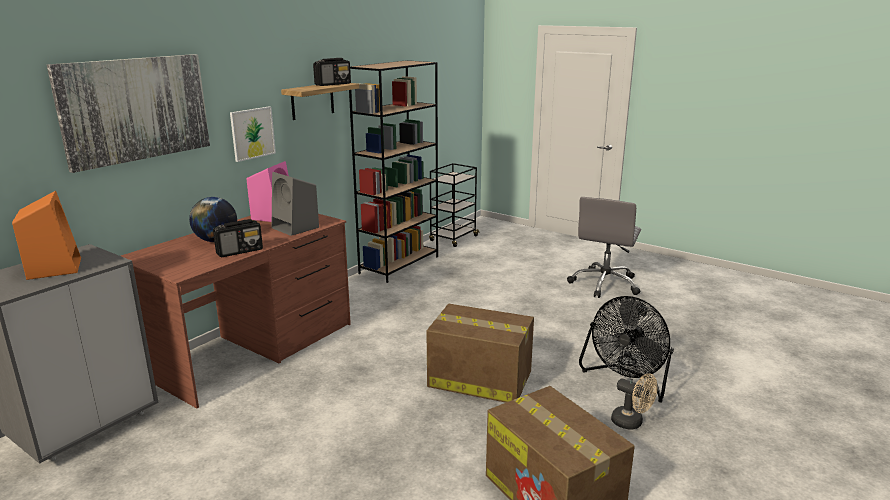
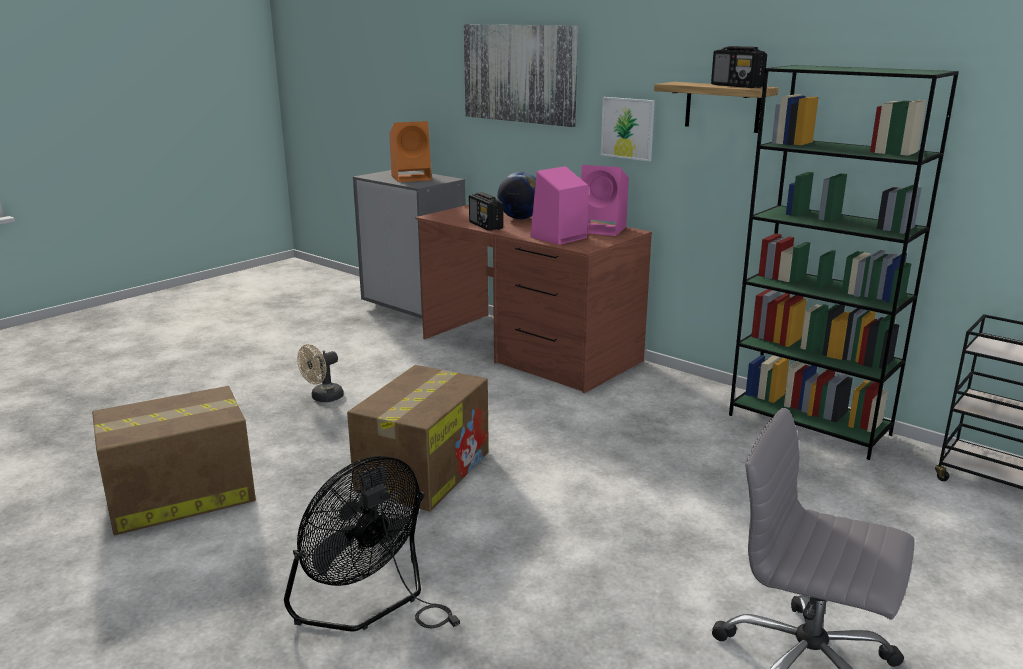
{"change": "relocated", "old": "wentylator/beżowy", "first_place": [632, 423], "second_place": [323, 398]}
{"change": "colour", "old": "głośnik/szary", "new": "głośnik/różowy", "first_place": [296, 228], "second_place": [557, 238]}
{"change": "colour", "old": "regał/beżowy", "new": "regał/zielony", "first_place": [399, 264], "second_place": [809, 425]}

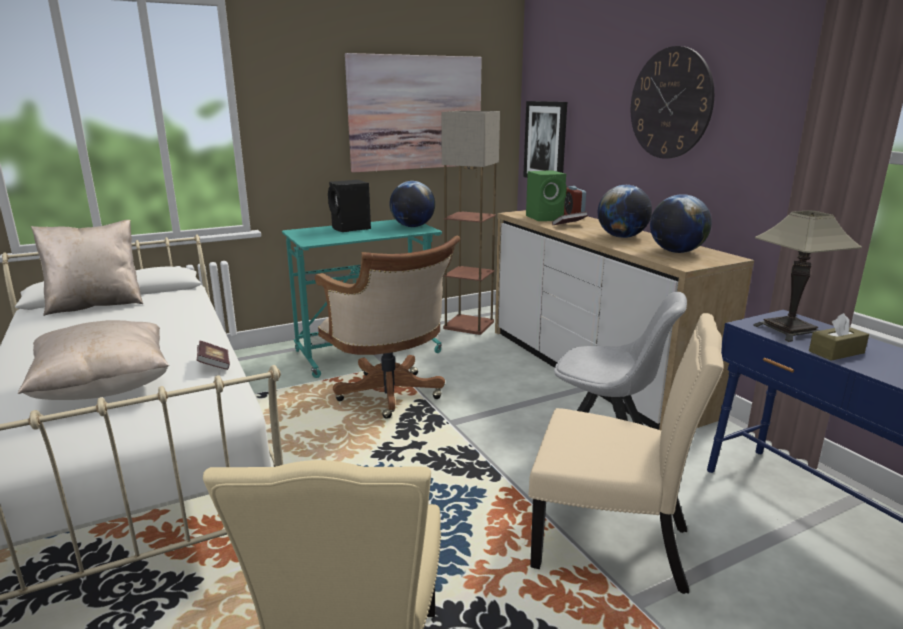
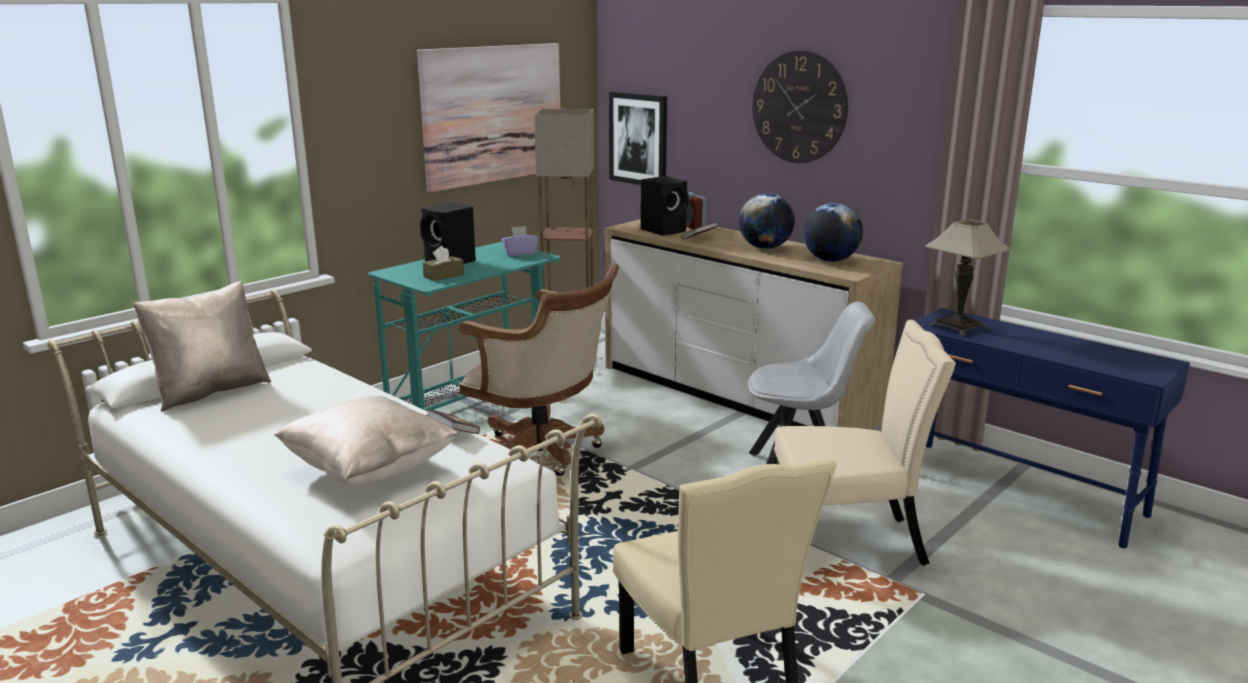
{"change": "relocated", "old": "pudełko chusteczek/brązowy", "first_place": [836, 352], "second_place": [444, 276]}
{"change": "exchanged", "old": "globus", "new": "pudełko chusteczek/fioletowy", "first_place": [412, 226], "second_place": [520, 253]}
{"change": "colour", "old": "głośnik/zielony", "new": "głośnik/czarny", "first_place": [545, 218], "second_place": [665, 230]}

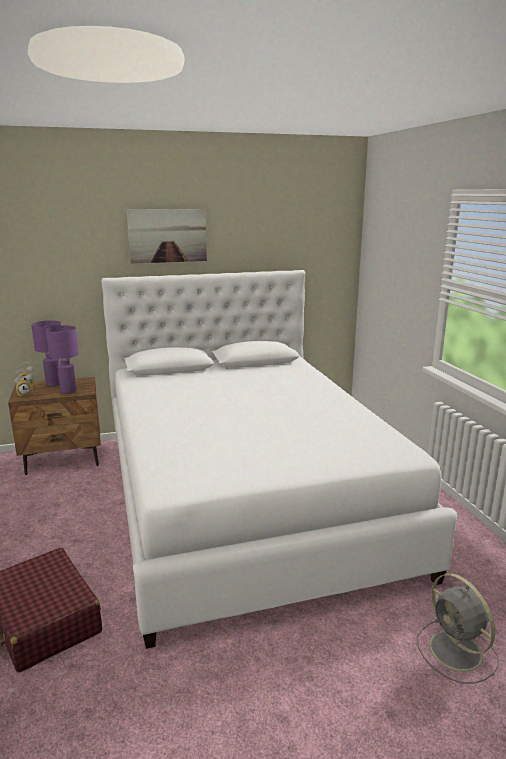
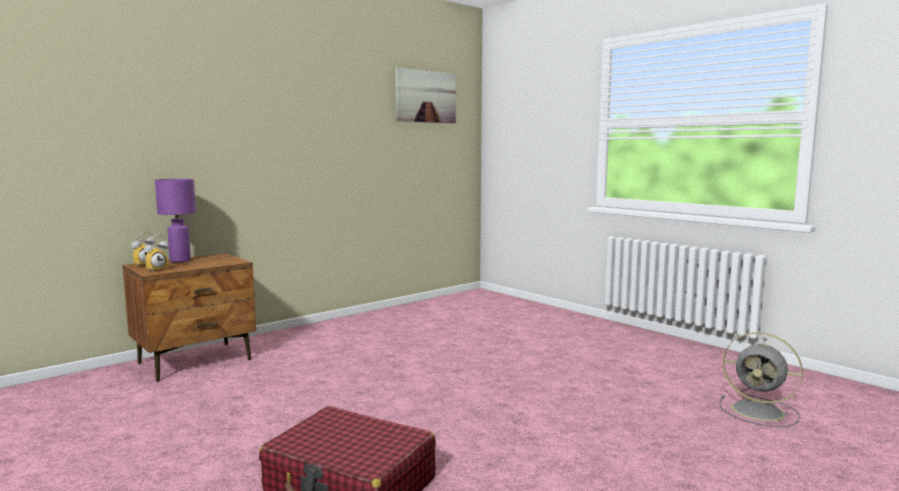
{"change": "missing", "old": "lampa stołowa/fioletowy", "first_place": [68, 391]}
{"change": "missing", "old": "łóżko/biały", "first_place": [245, 497]}
{"change": "relocated", "old": "obraz", "first_place": [167, 235], "second_place": [426, 96]}

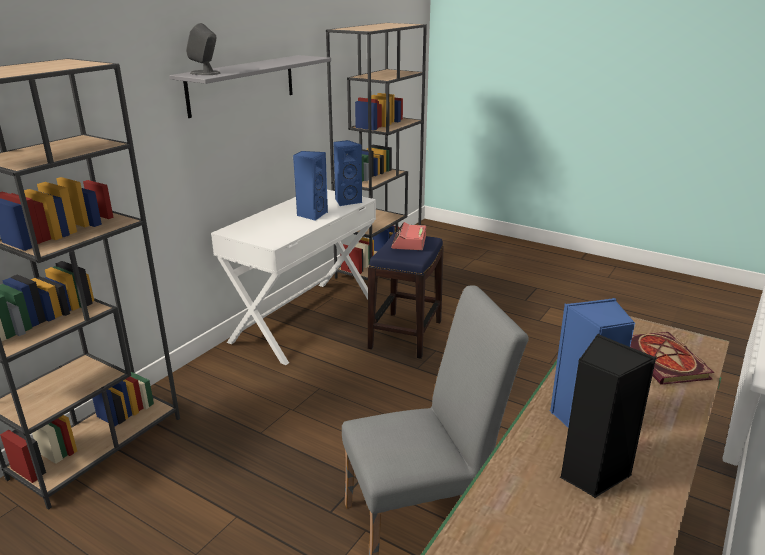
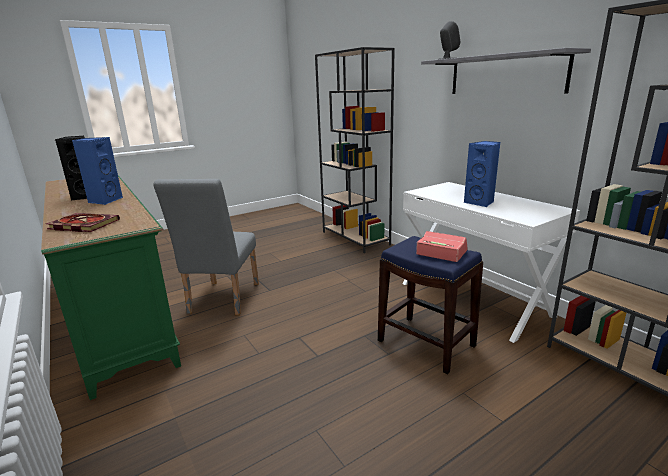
{"change": "missing", "old": "głośnik/niebieski", "first_place": [347, 201]}

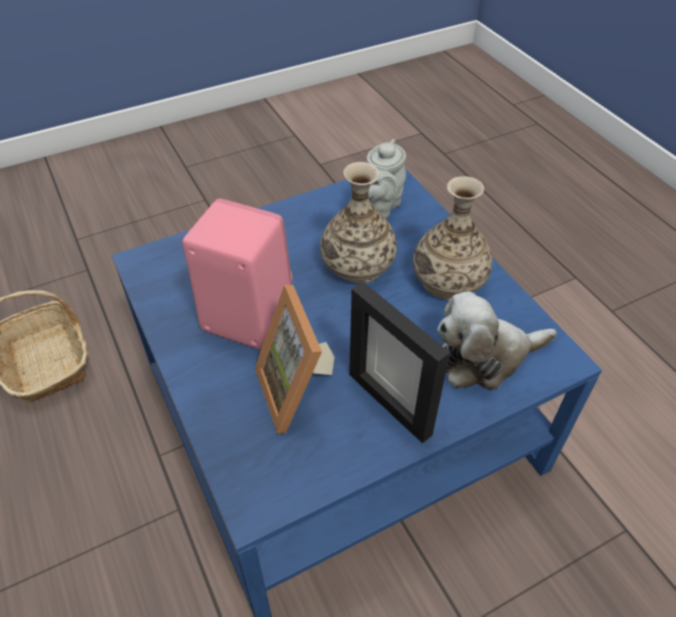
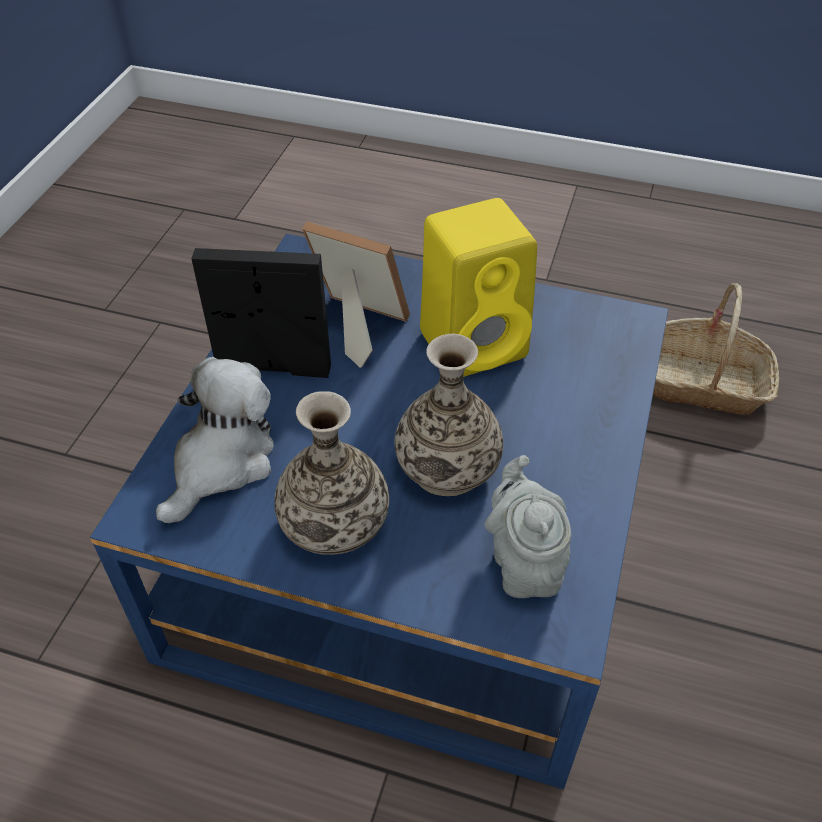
{"change": "colour", "old": "głośnik/różowy", "new": "głośnik/żółty", "first_place": [244, 317], "second_place": [476, 343]}

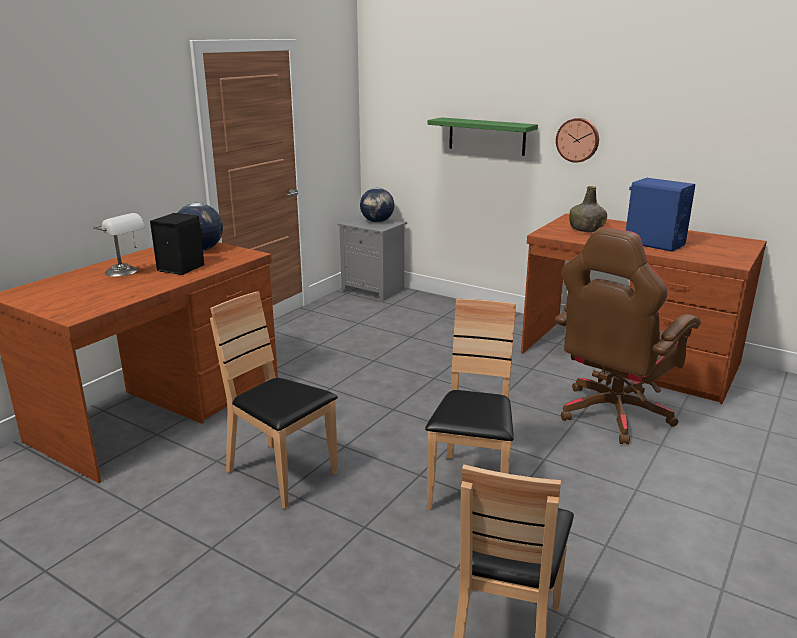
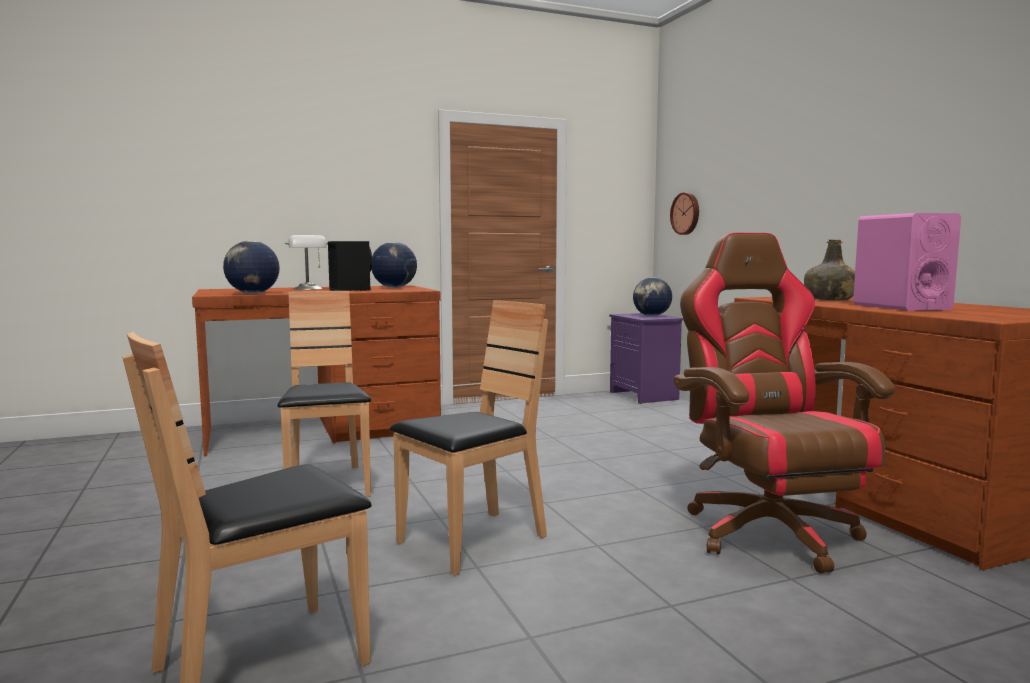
{"change": "missing", "old": "półka/zielony", "first_place": [486, 136]}
{"change": "appeared", "new": "globus", "second_place": [252, 293]}
{"change": "relocated", "old": "zegar ścienny", "first_place": [578, 140], "second_place": [686, 213]}
{"change": "colour", "old": "szafka nocna/szary", "new": "szafka nocna/fioletowy", "first_place": [374, 290], "second_place": [645, 396]}
{"change": "colour", "old": "głośnik/niebieski", "new": "głośnik/różowy", "first_place": [654, 243], "second_place": [900, 307]}
{"change": "spun", "old": "krzesło biurowe/brązowy", "first_place": [614, 413], "second_place": [771, 534], "degrees": 90}

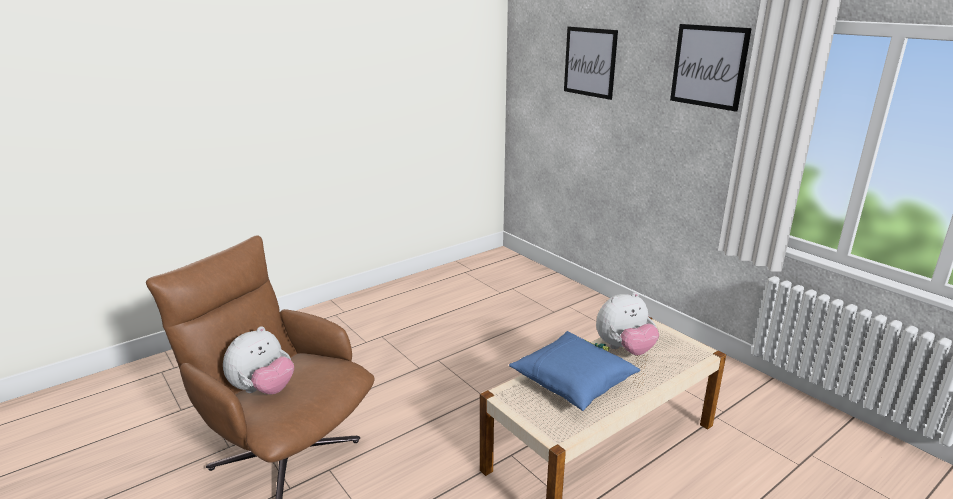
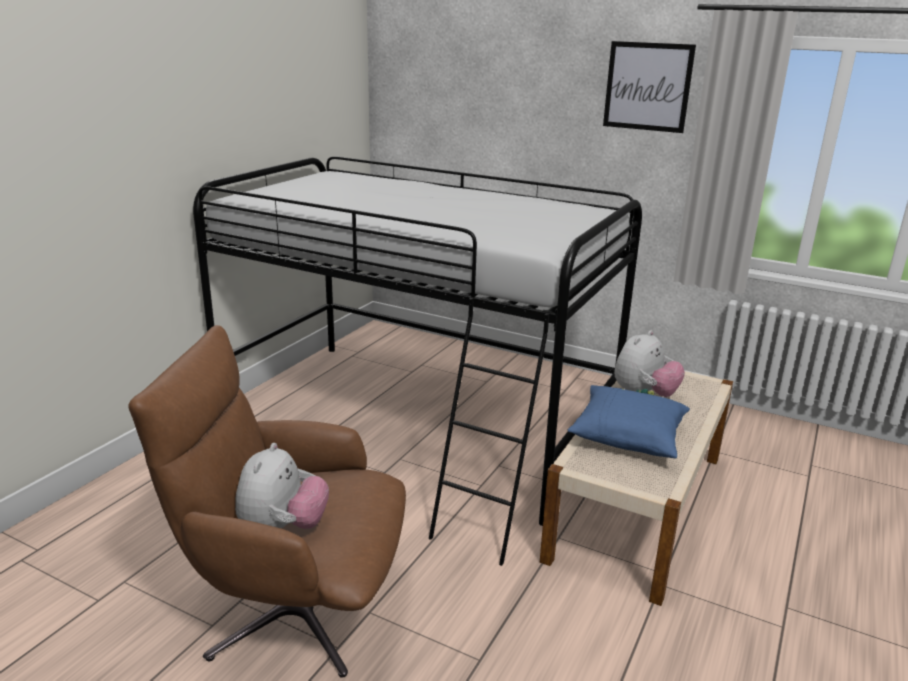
{"change": "missing", "old": "obraz", "first_place": [590, 62]}
{"change": "appeared", "new": "łóżko/czarny", "second_place": [418, 423]}

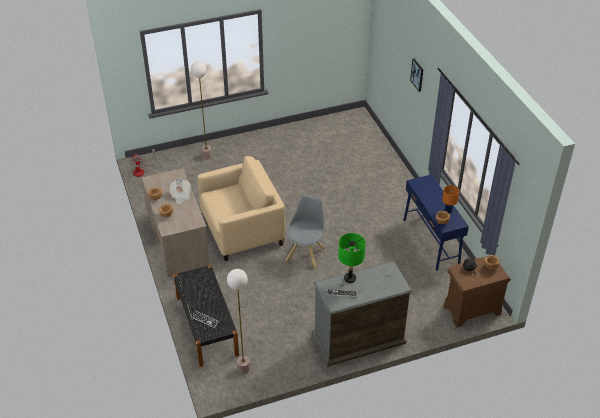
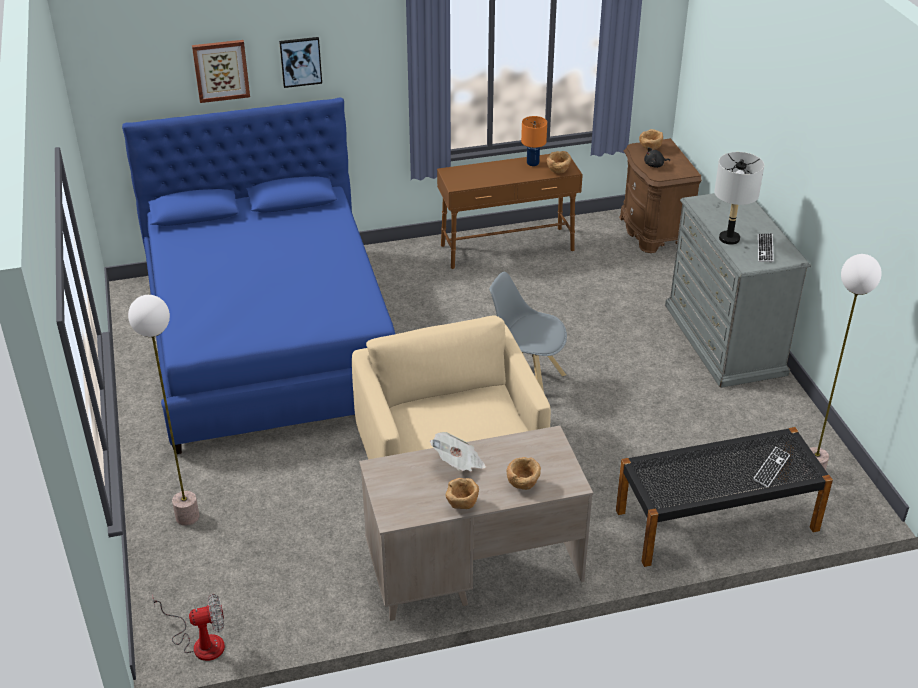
{"change": "appeared", "new": "łóżko/niebieski", "second_place": [271, 341]}
{"change": "appeared", "new": "obraz", "second_place": [221, 70]}
{"change": "colour", "old": "lampa stołowa/zielony", "new": "lampa stołowa/szary", "first_place": [350, 278], "second_place": [729, 239]}
{"change": "colour", "old": "stolik konsolowy/niebieski", "new": "stolik konsolowy/brązowy", "first_place": [430, 241], "second_place": [507, 249]}

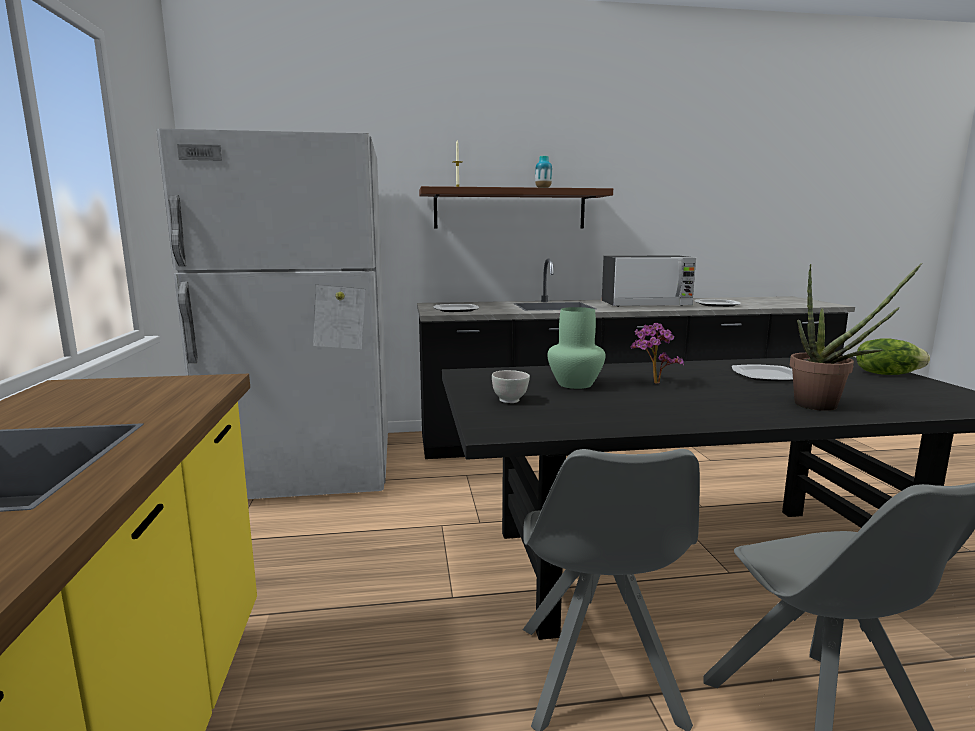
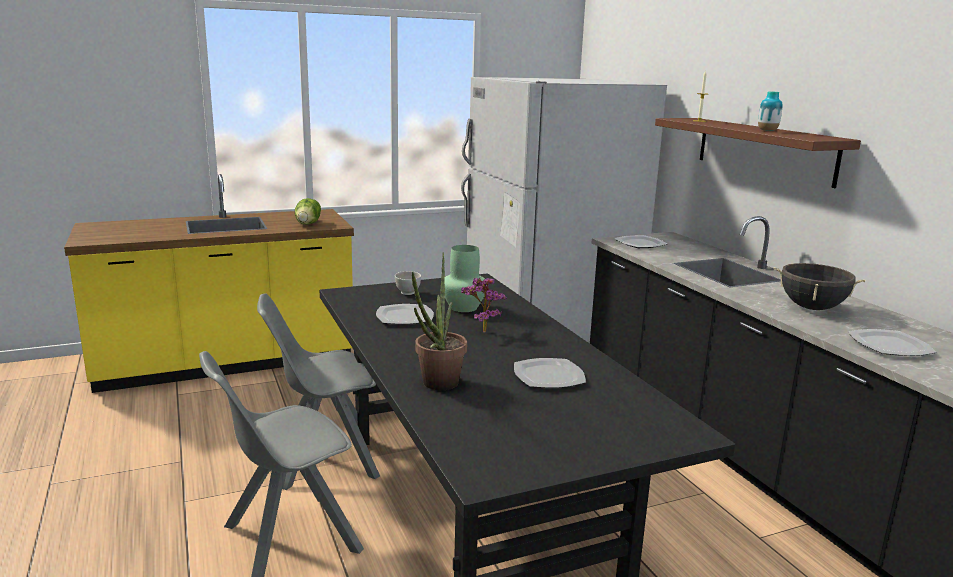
{"change": "appeared", "new": "talerz", "second_place": [405, 316]}
{"change": "relocated", "old": "sałata", "first_place": [886, 374], "second_place": [308, 224]}
{"change": "exchanged", "old": "mikrofalówka", "new": "garnek/czarny", "first_place": [646, 304], "second_place": [812, 308]}

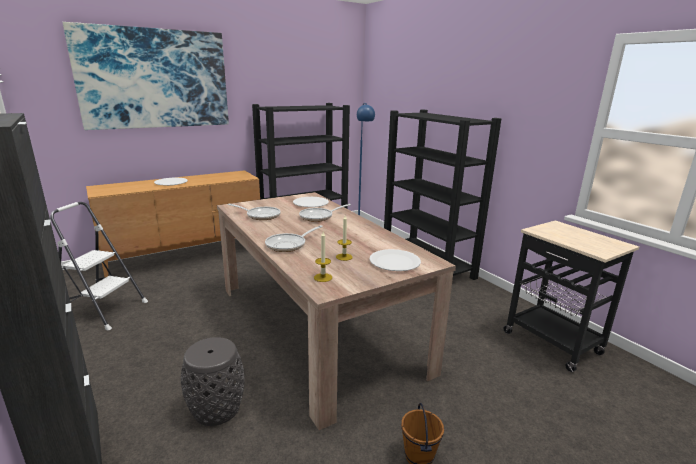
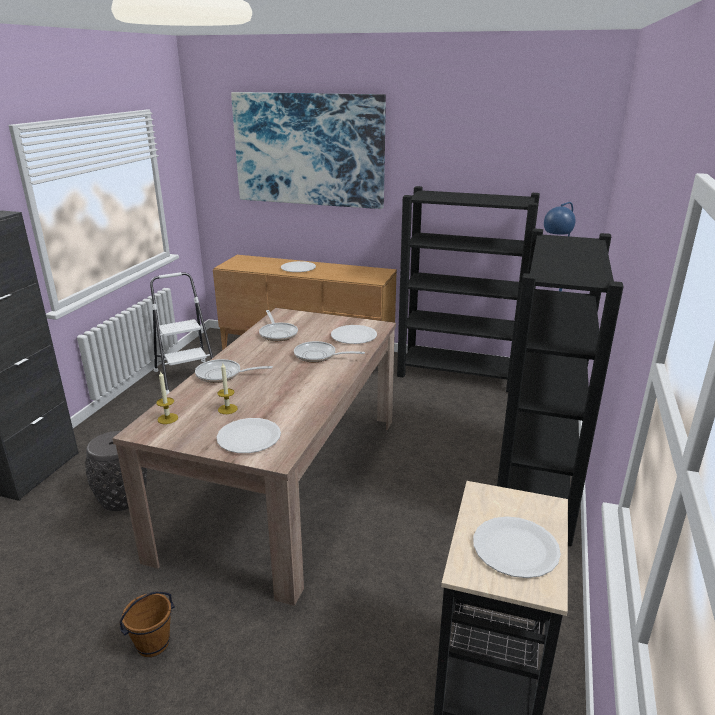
{"change": "appeared", "new": "talerz/biały", "second_place": [515, 549]}

